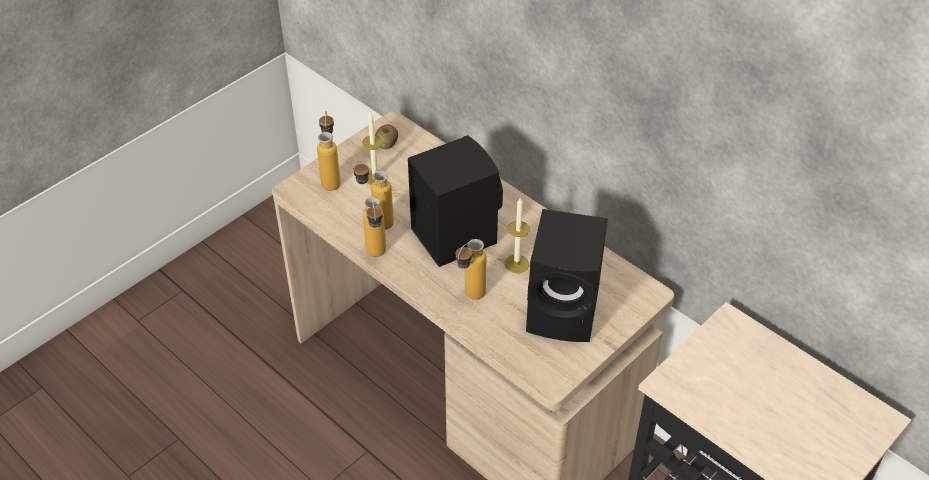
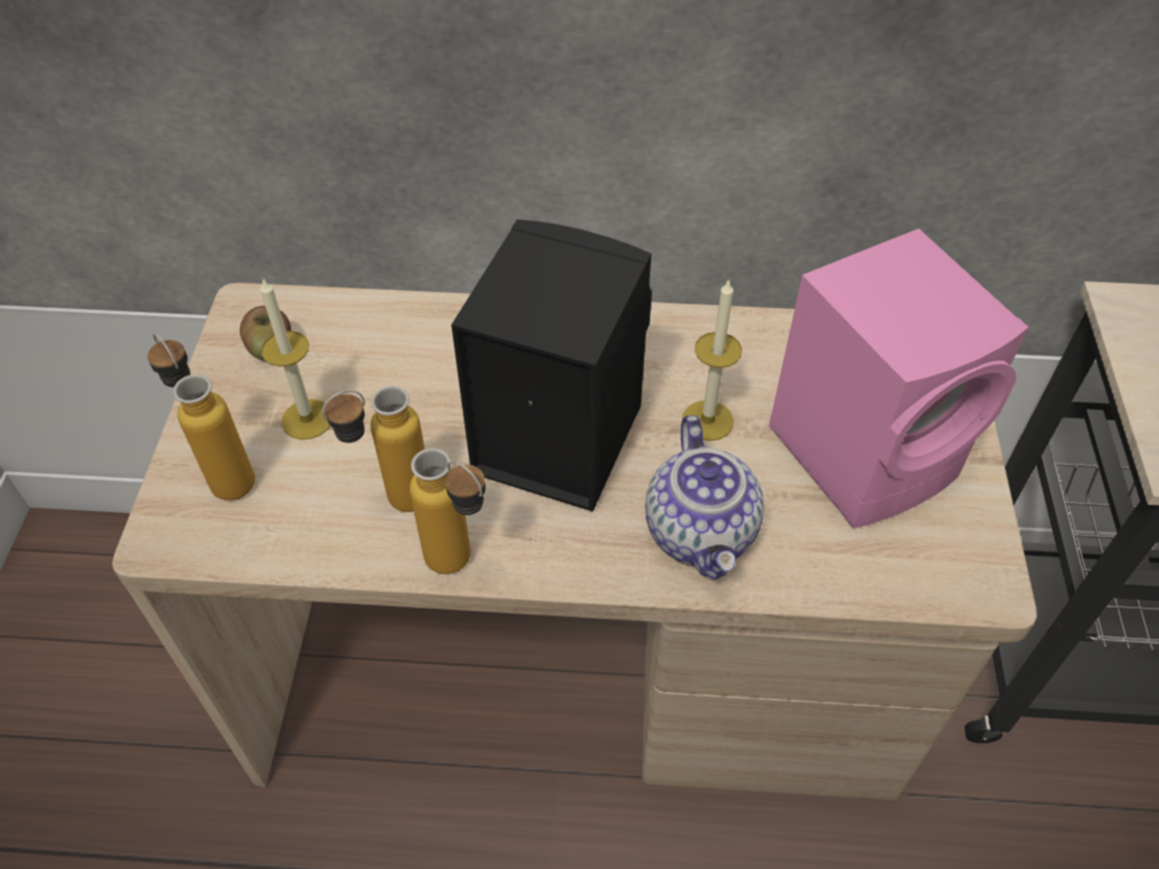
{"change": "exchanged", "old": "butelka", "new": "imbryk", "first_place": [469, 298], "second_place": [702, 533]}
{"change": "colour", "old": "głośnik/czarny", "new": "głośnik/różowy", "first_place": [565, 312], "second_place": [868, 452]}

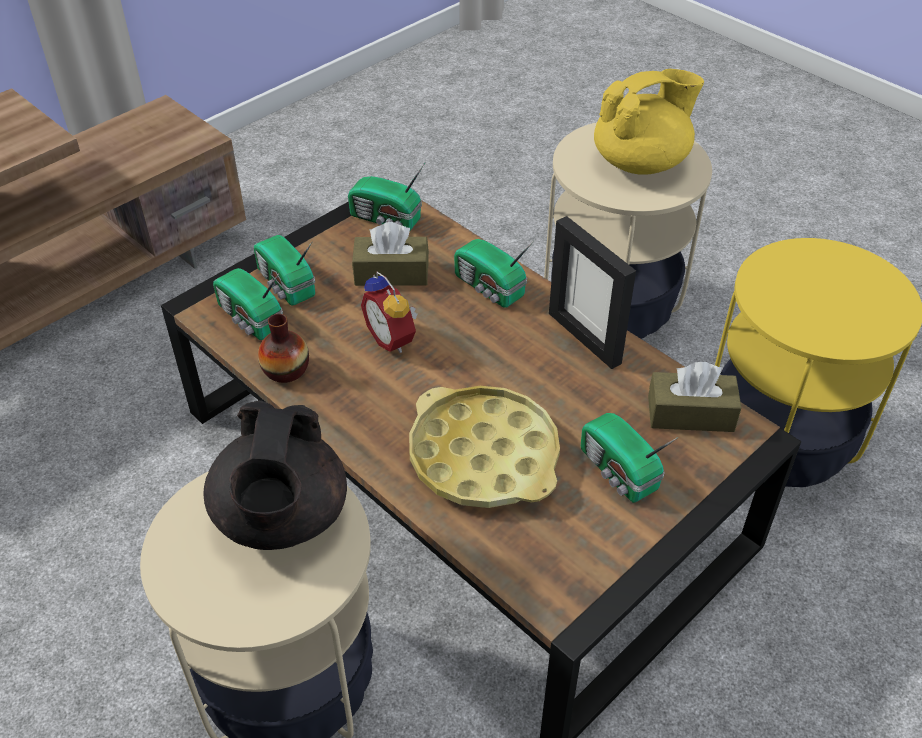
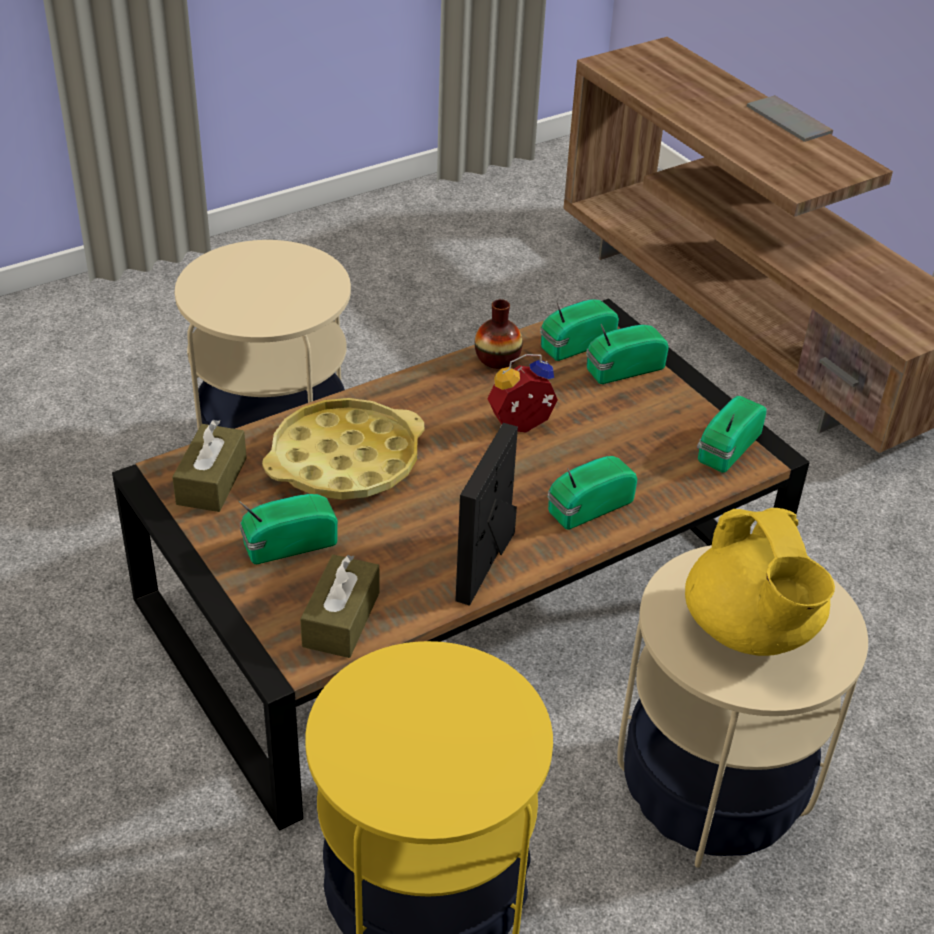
{"change": "missing", "old": "imbryk/czarny", "first_place": [281, 518]}
{"change": "relocated", "old": "pudełko chusteczek/brązowy", "first_place": [391, 273], "second_place": [212, 481]}
{"change": "spun", "old": "ramka na zdjęcie", "first_place": [586, 337], "second_place": [485, 566], "degrees": -45}

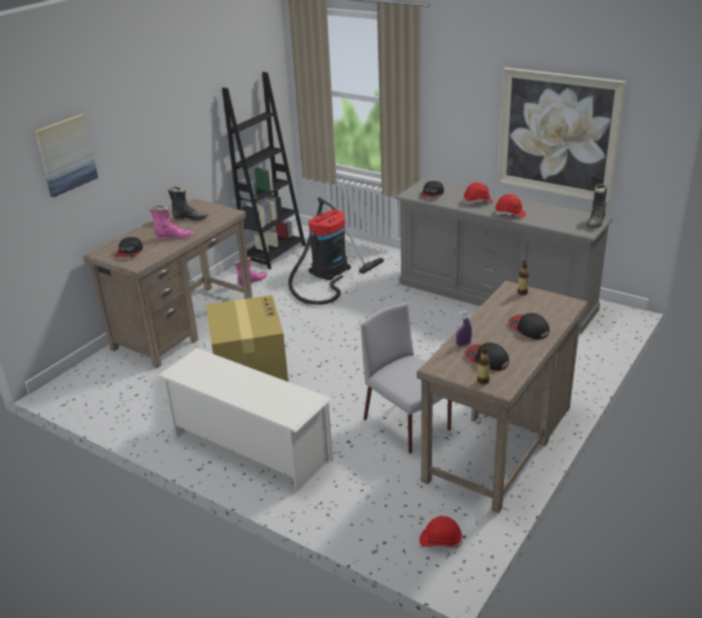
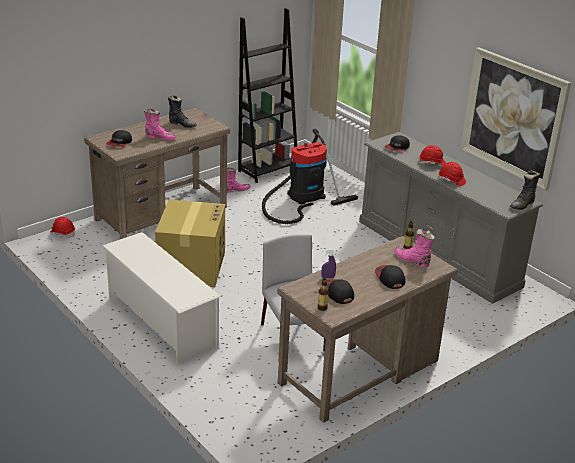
{"change": "missing", "old": "obraz", "first_place": [66, 154]}
{"change": "appeared", "new": "but z cholewką/różowy", "second_place": [412, 260]}
{"change": "relocated", "old": "kask/czerwony", "first_place": [440, 540], "second_place": [62, 233]}

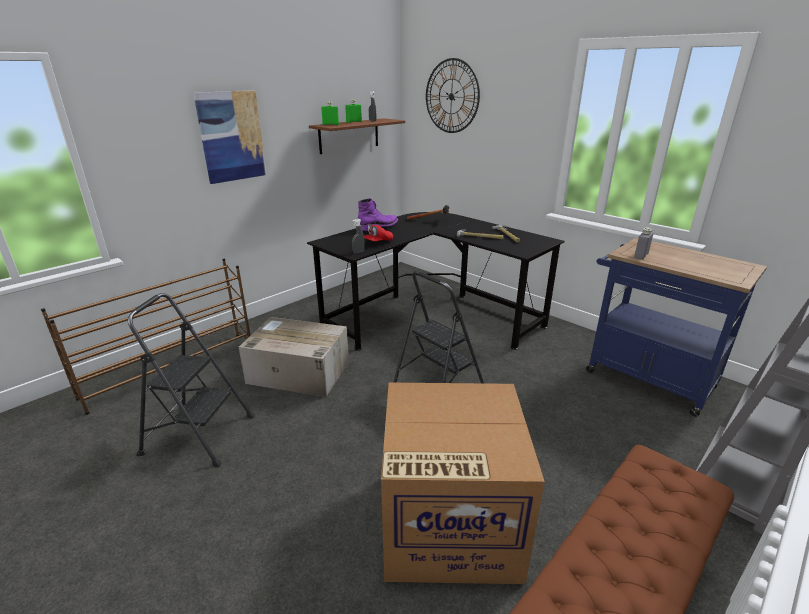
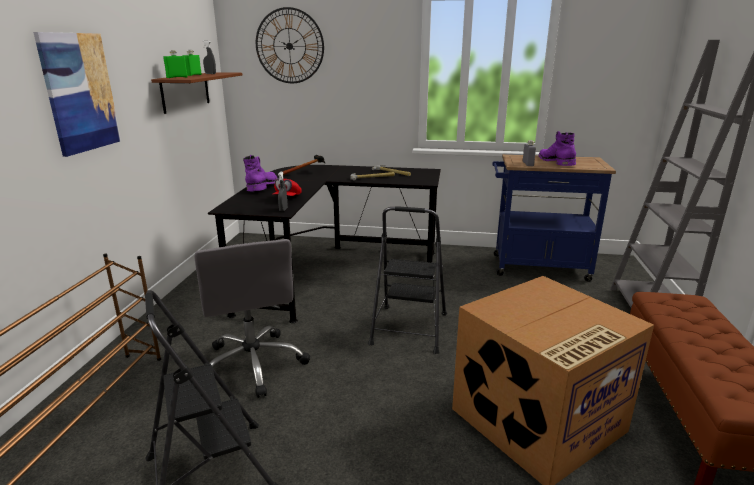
{"change": "appeared", "new": "but z cholewką/fioletowy", "second_place": [556, 161]}
{"change": "exchanged", "old": "karton", "new": "krzesło biurowe/szary", "first_place": [297, 372], "second_place": [253, 364]}

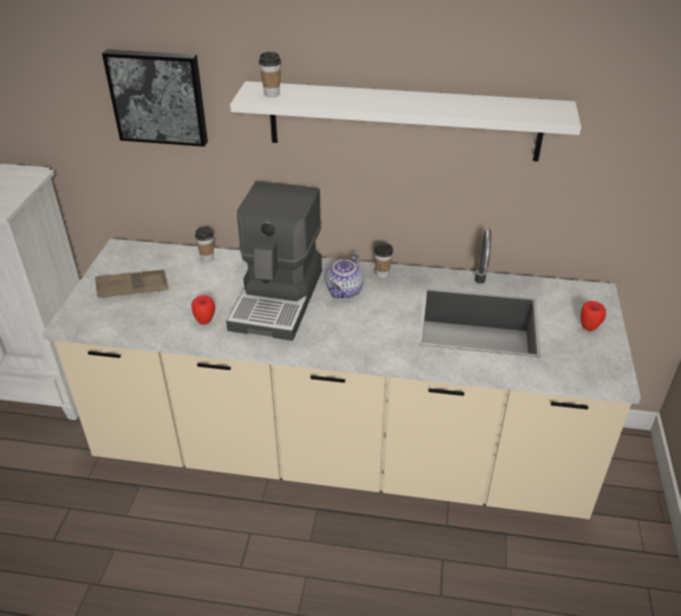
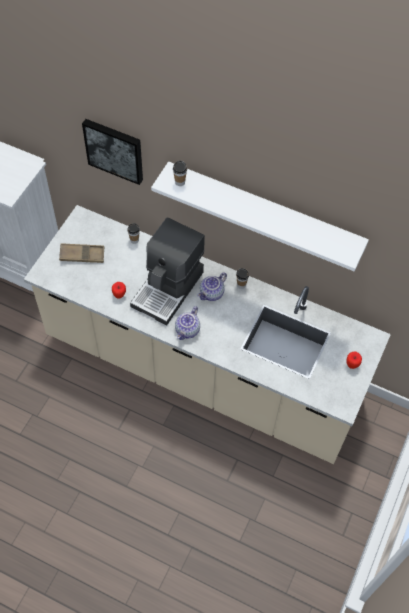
{"change": "appeared", "new": "imbryk", "second_place": [188, 330]}

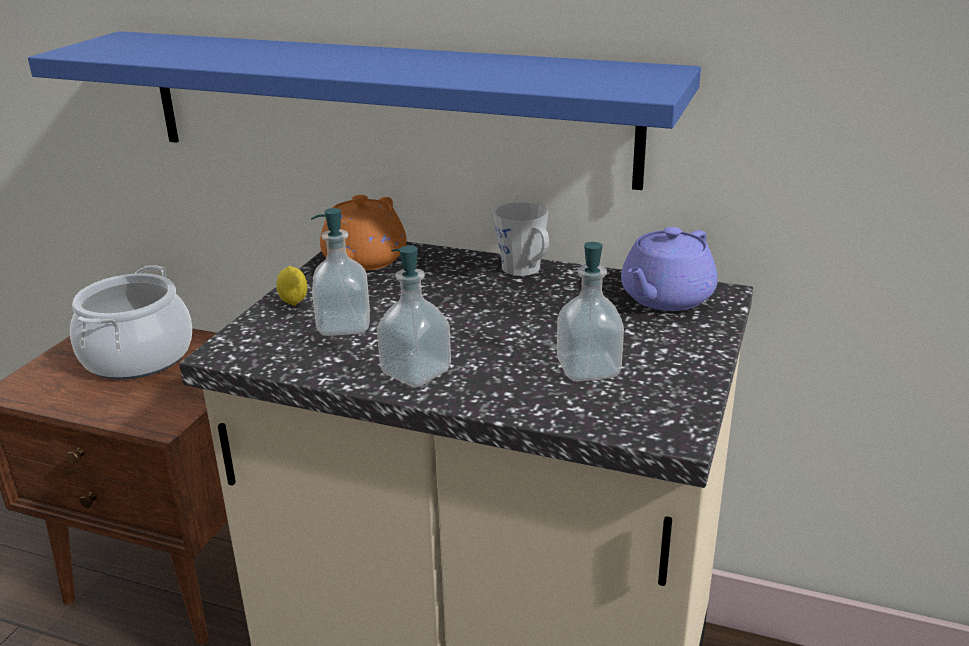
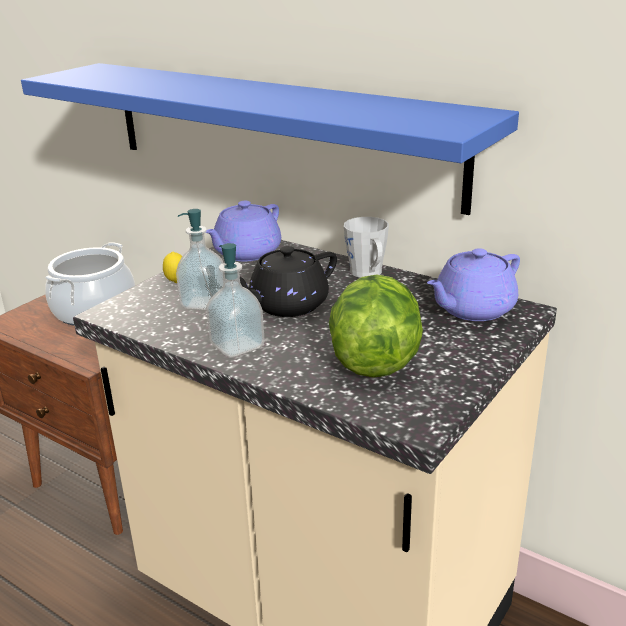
{"change": "appeared", "new": "imbryk/czarny", "second_place": [287, 305]}
{"change": "exchanged", "old": "dozownik mydła", "new": "sałata", "first_place": [588, 369], "second_place": [374, 360]}
{"change": "colour", "old": "imbryk/pomarańczowy", "new": "imbryk/fioletowy", "first_place": [363, 260], "second_place": [246, 253]}

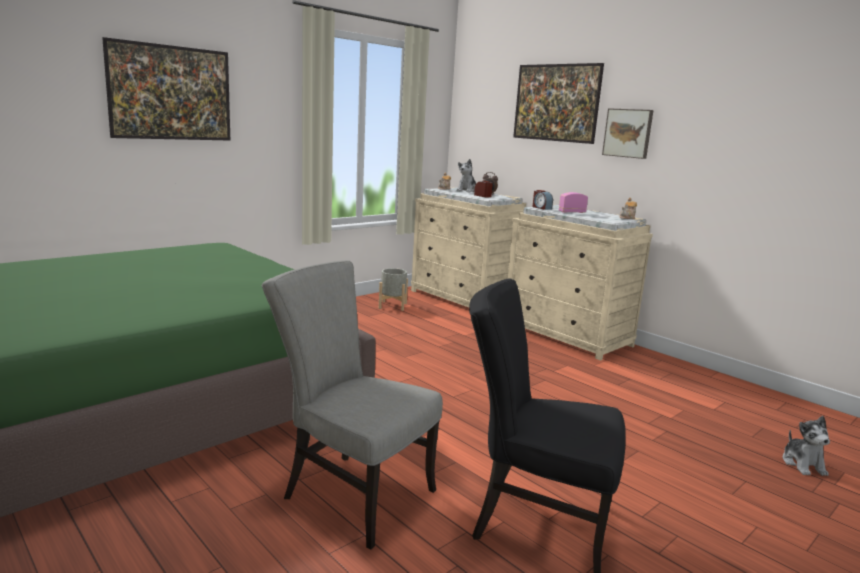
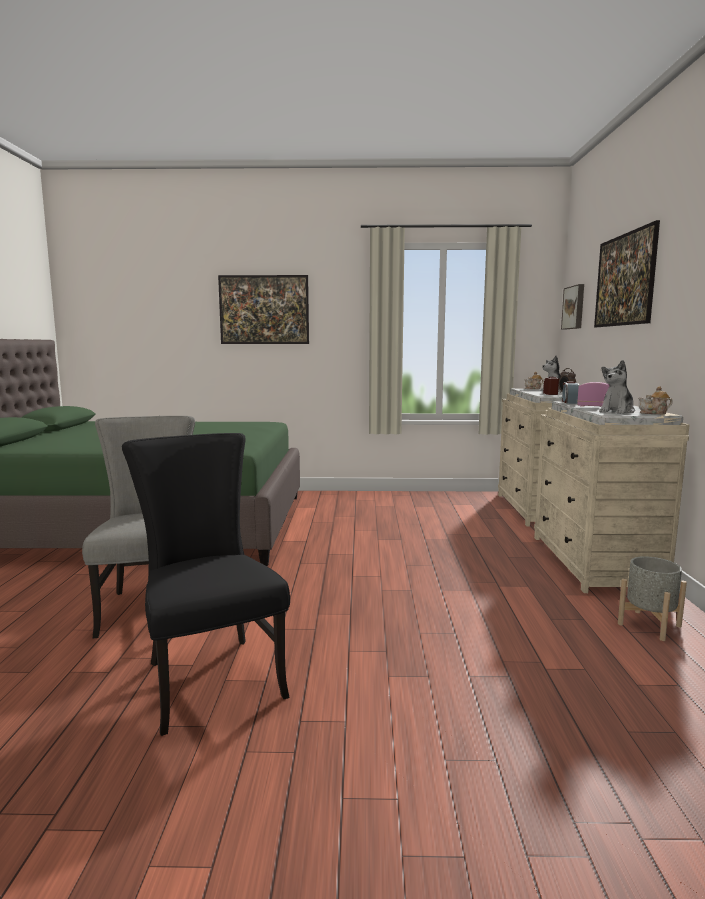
{"change": "relocated", "old": "donica/szary", "first_place": [392, 306], "second_place": [649, 625]}
{"change": "relocated", "old": "obraz", "first_place": [628, 133], "second_place": [574, 307]}
{"change": "relocated", "old": "pluszak", "first_place": [803, 464], "second_place": [617, 411]}

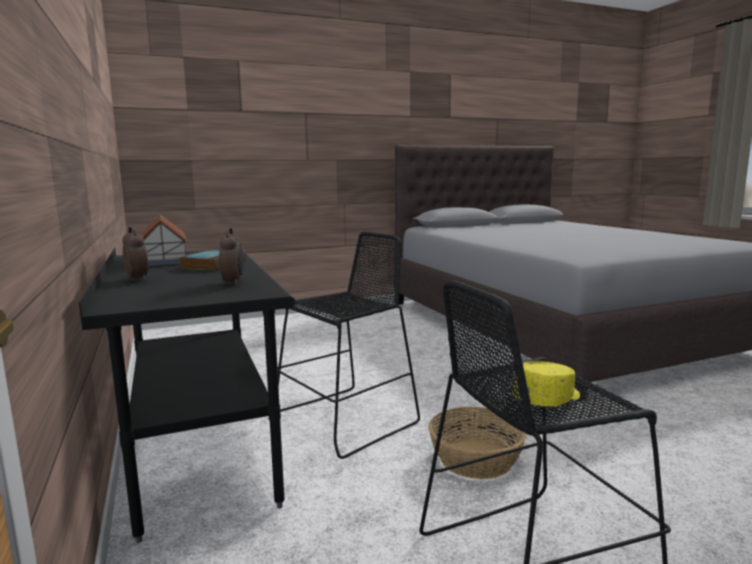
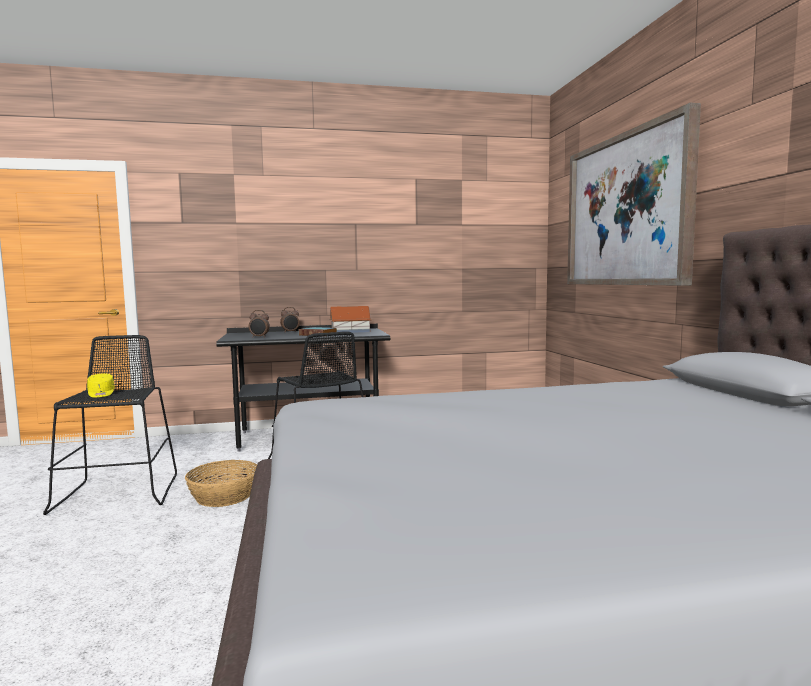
{"change": "appeared", "new": "obraz", "second_place": [626, 210]}

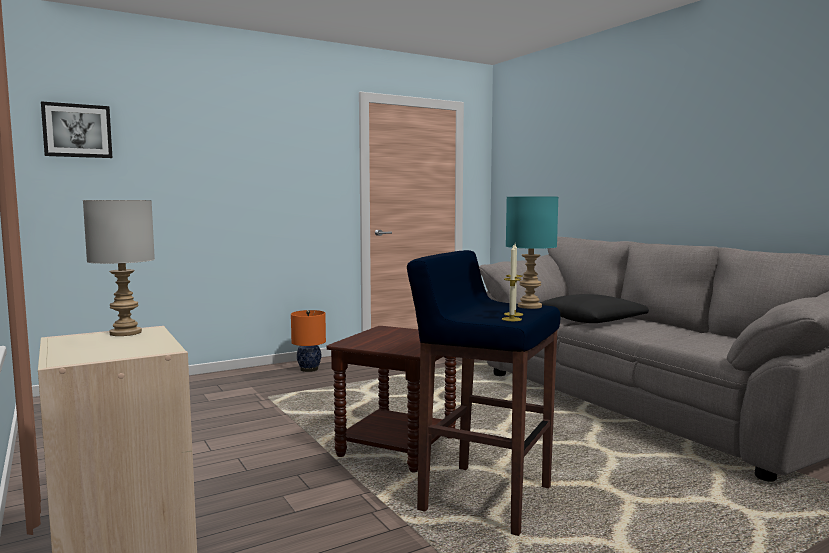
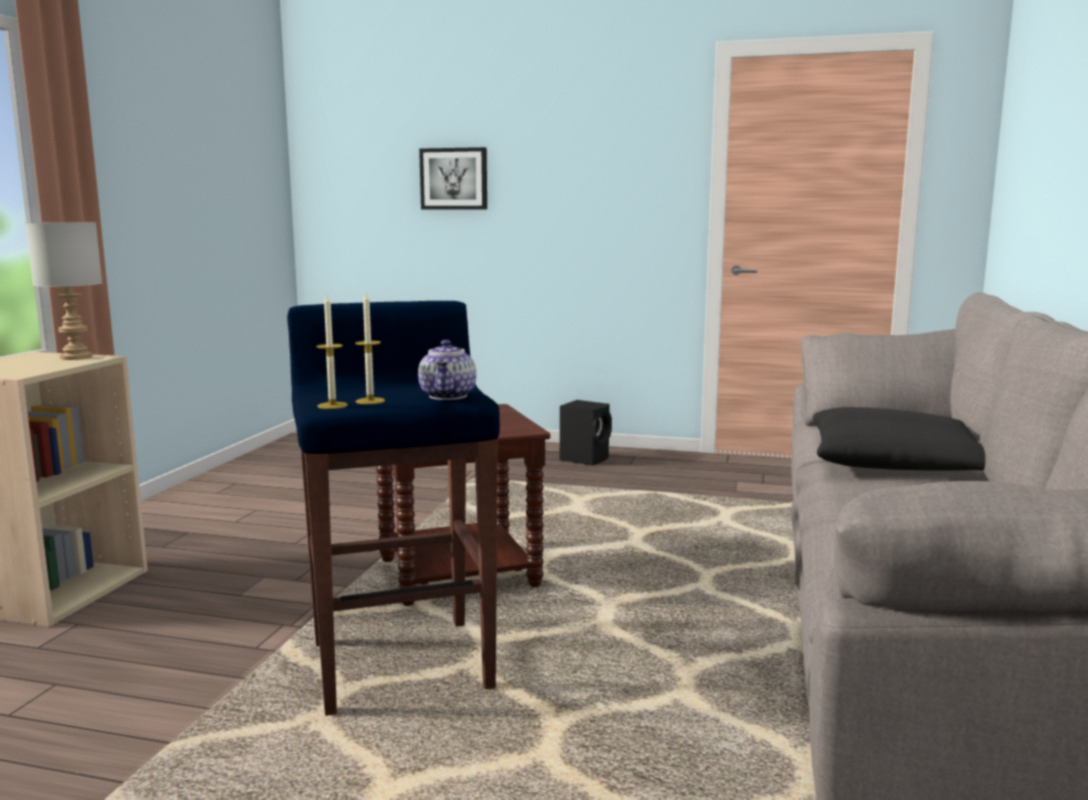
{"change": "relocated", "old": "obraz", "first_place": [77, 130], "second_place": [454, 179]}
{"change": "exchanged", "old": "lampa stołowa/pomarańczowy", "new": "głośnik/czarny", "first_place": [309, 369], "second_place": [585, 459]}
{"change": "exchanged", "old": "lampa stołowa/turkusowy", "new": "imbryk", "first_place": [529, 306], "second_place": [449, 396]}

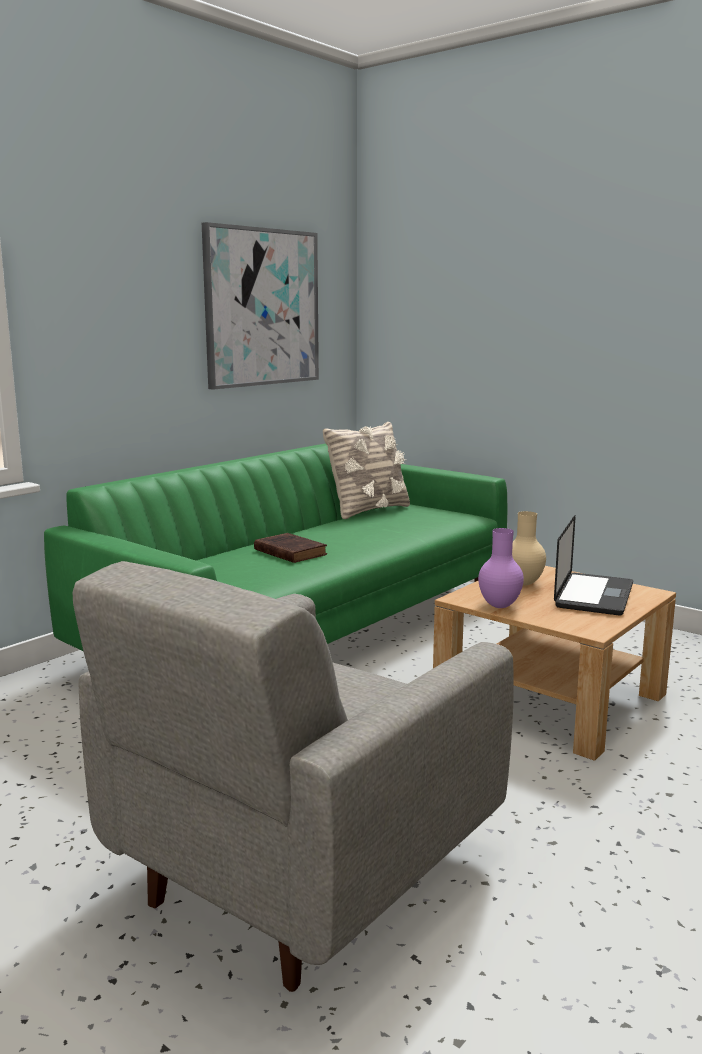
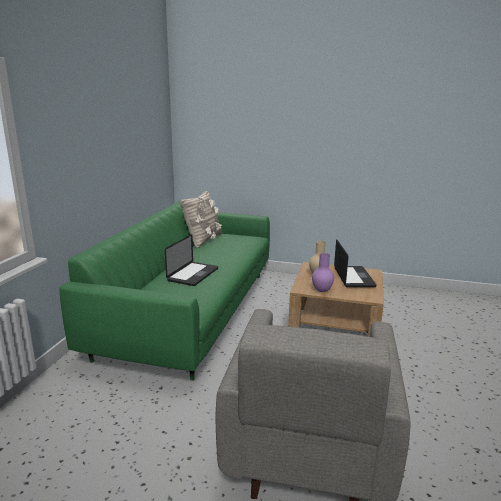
{"change": "missing", "old": "obraz", "first_place": [262, 307]}
{"change": "exchanged", "old": "książka/brązowy", "new": "laptop", "first_place": [289, 552], "second_place": [193, 274]}

